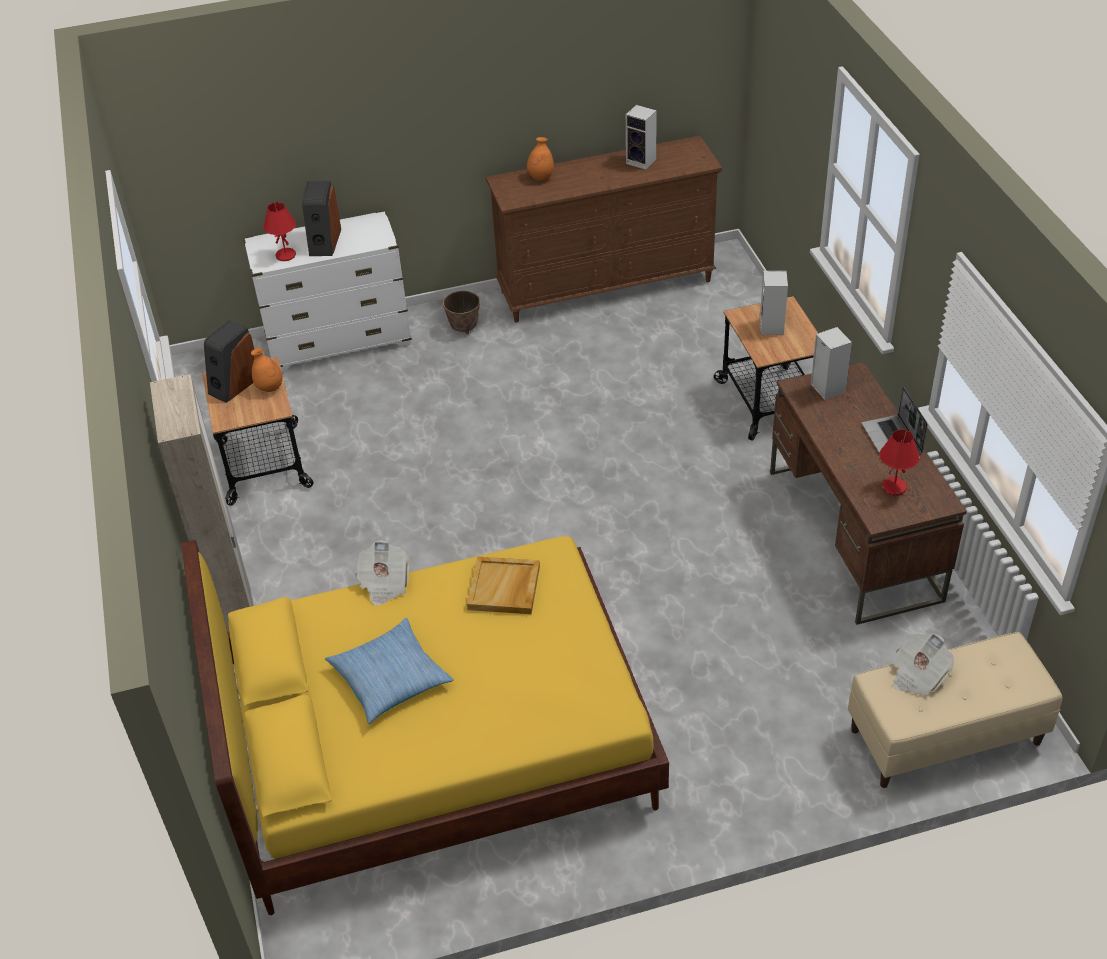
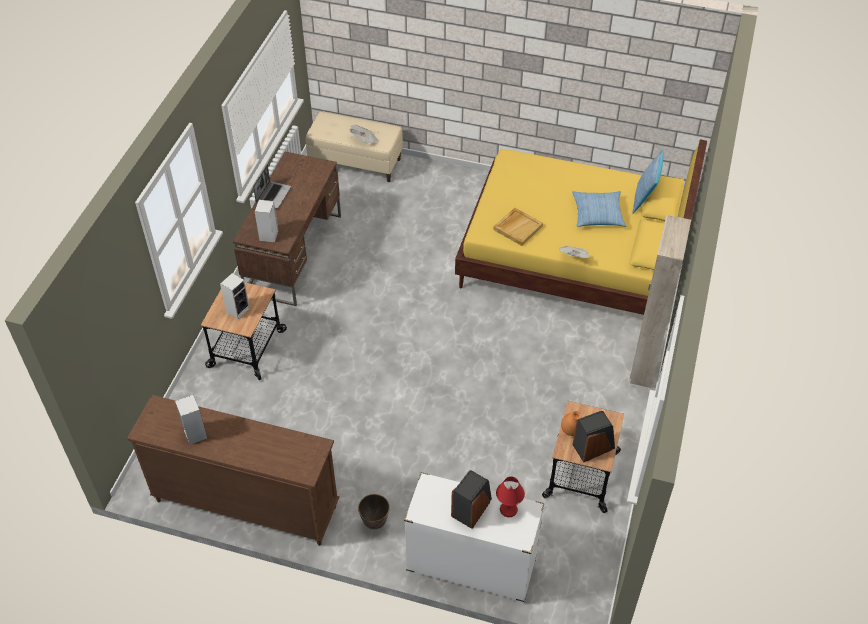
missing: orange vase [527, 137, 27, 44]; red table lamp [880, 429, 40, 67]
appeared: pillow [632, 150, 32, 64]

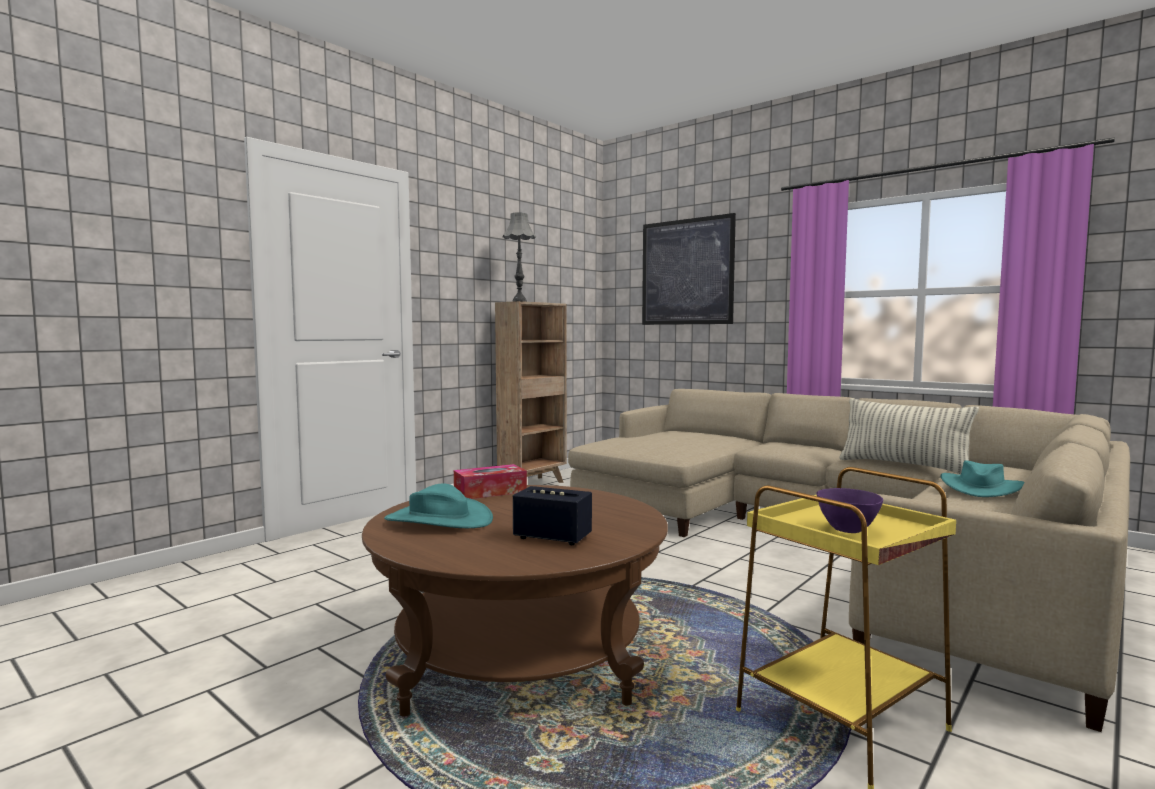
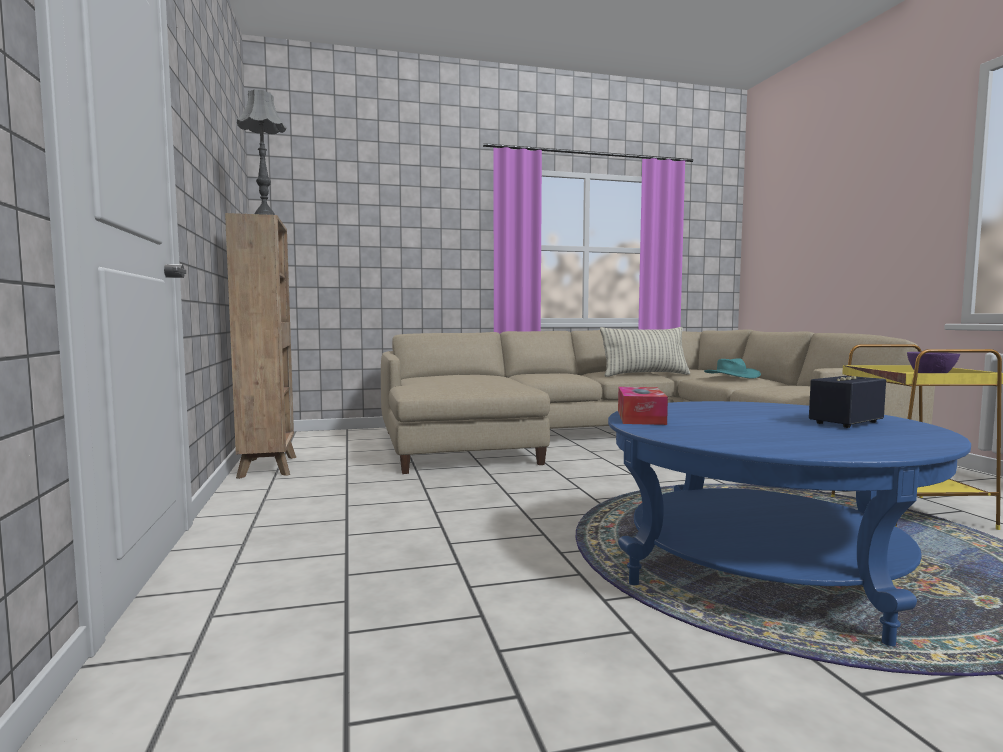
missing: turquoise hat [384, 483, 109, 45]; picture [642, 213, 94, 112]
colour: brown coffee table [362, 485, 306, 231] to blue coffee table [608, 401, 363, 245]

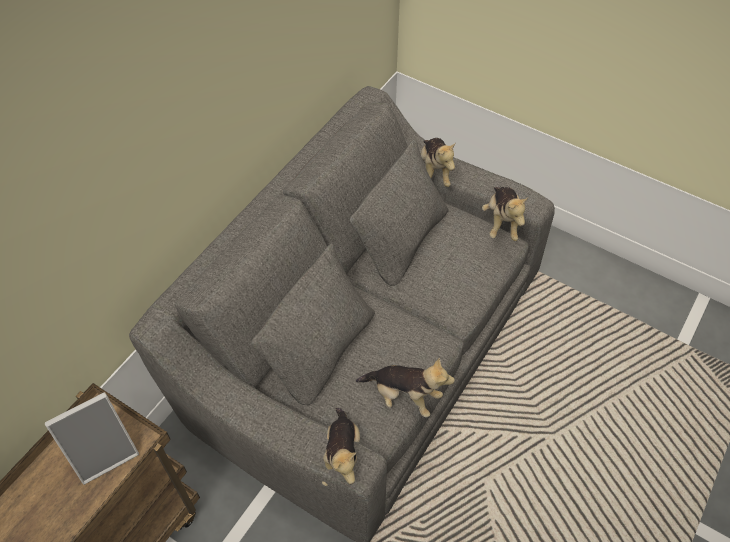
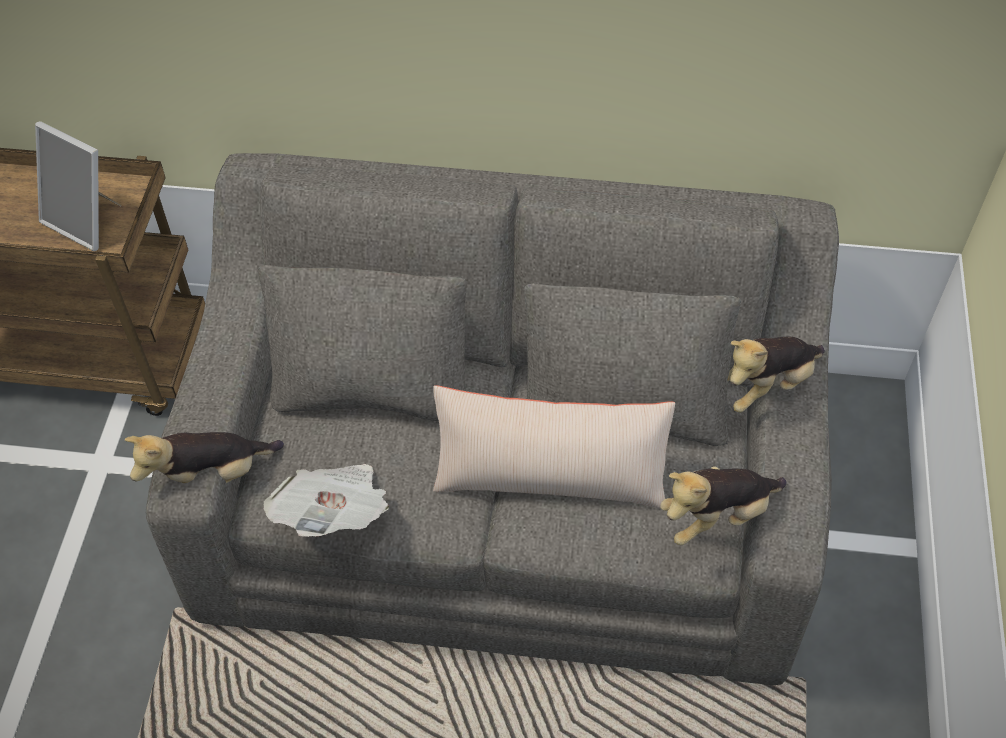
appeared: beige pillow [433, 385, 242, 124]
exchanged: plush toy [356, 358, 99, 60] to newspaper [263, 464, 126, 73]

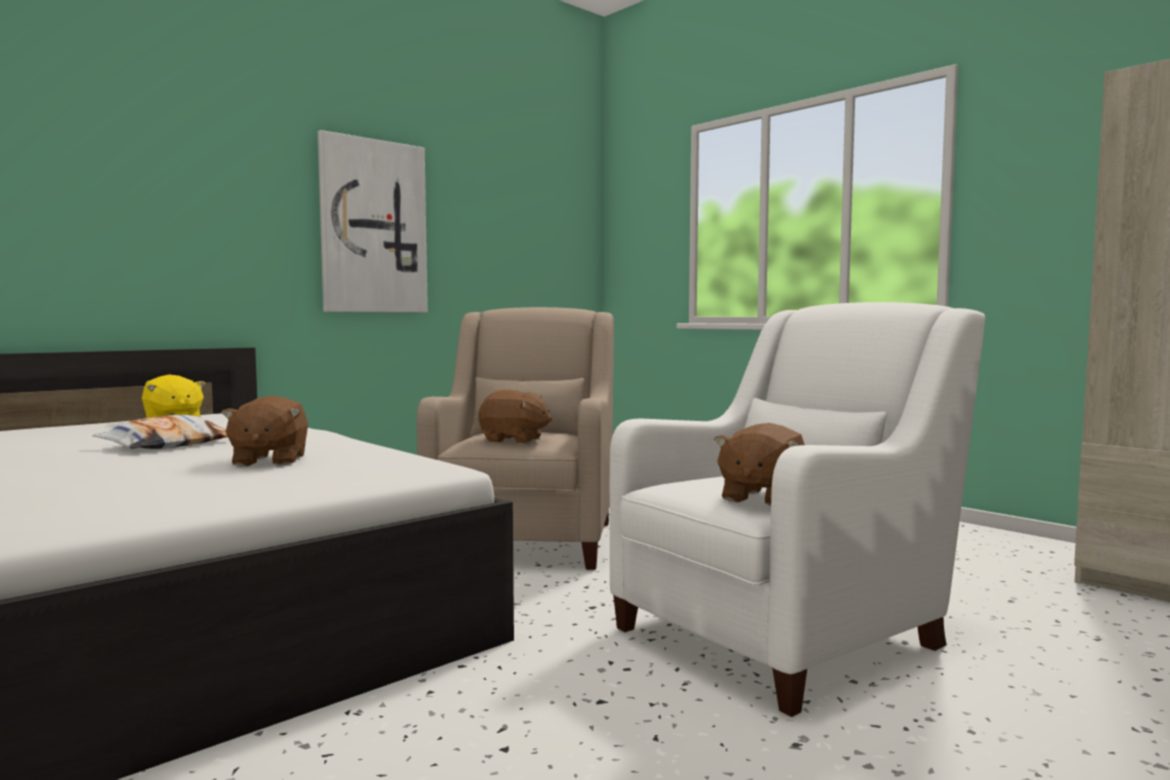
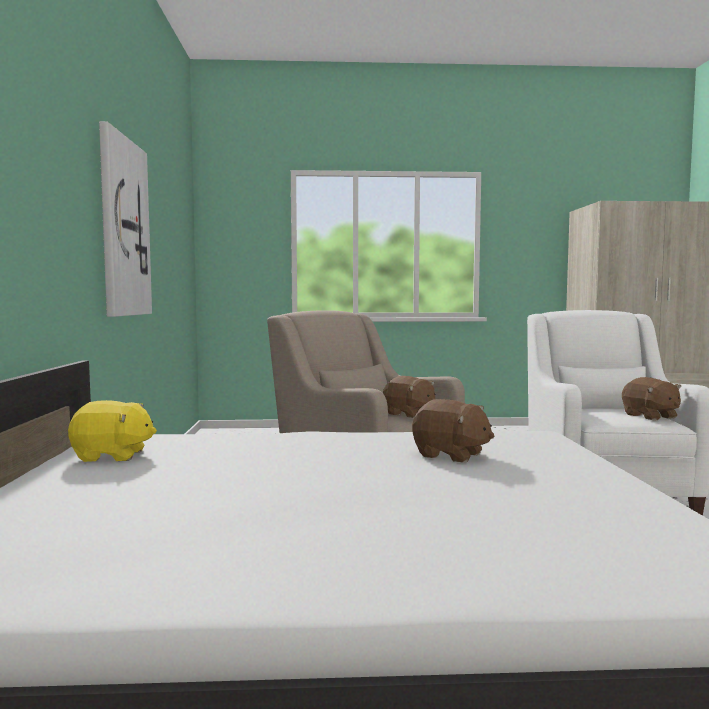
missing: pillow [92, 415, 136, 34]
spun: brown plush toy [478, 390, 74, 54] = [383, 376, 53, 42] 75 degrees clockwise

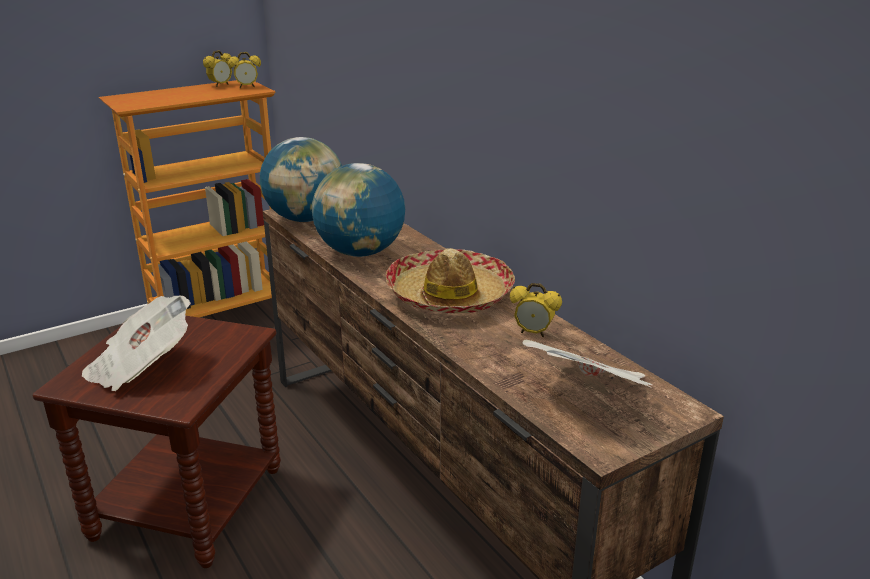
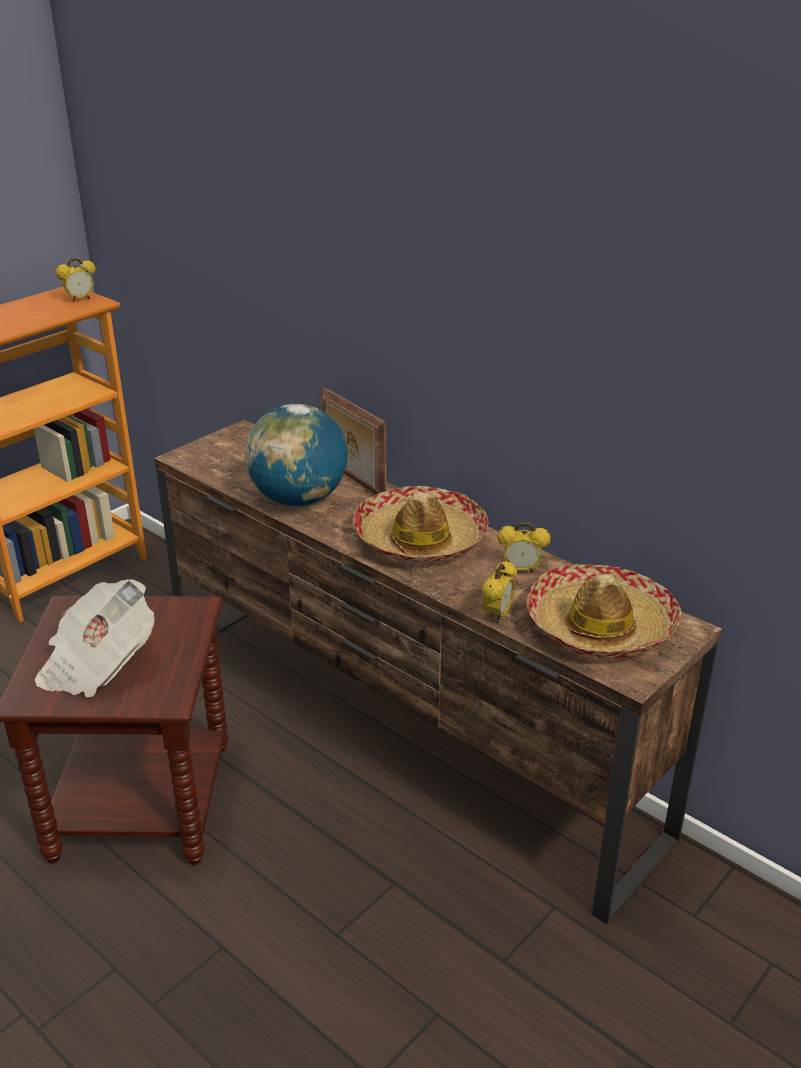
missing: globe [260, 137, 82, 85]
appeared: picture frame [321, 386, 66, 109]
relocated: alarm clock [203, 50, 29, 37] to [481, 561, 36, 62]
exchanged: newspaper [523, 339, 129, 49] to hat [527, 564, 155, 94]

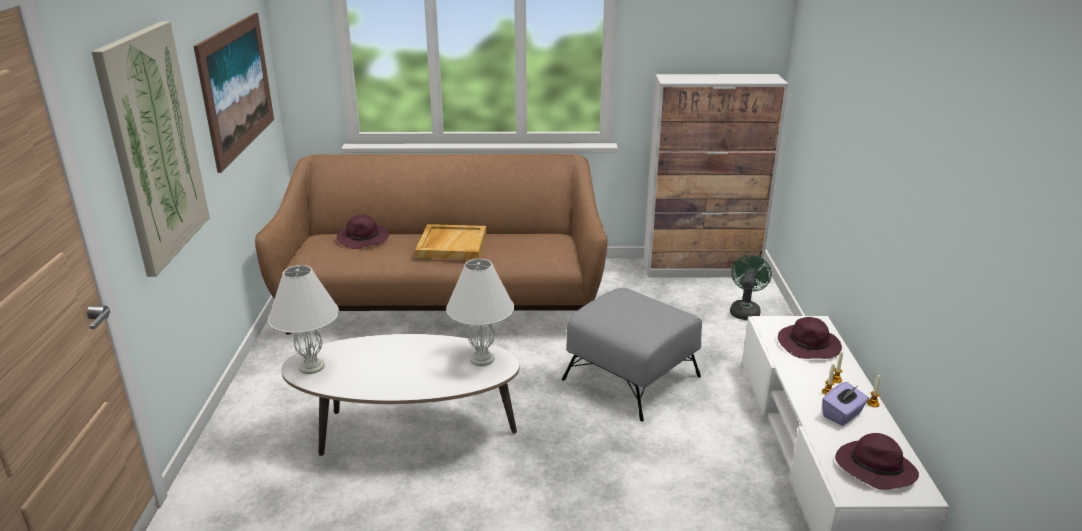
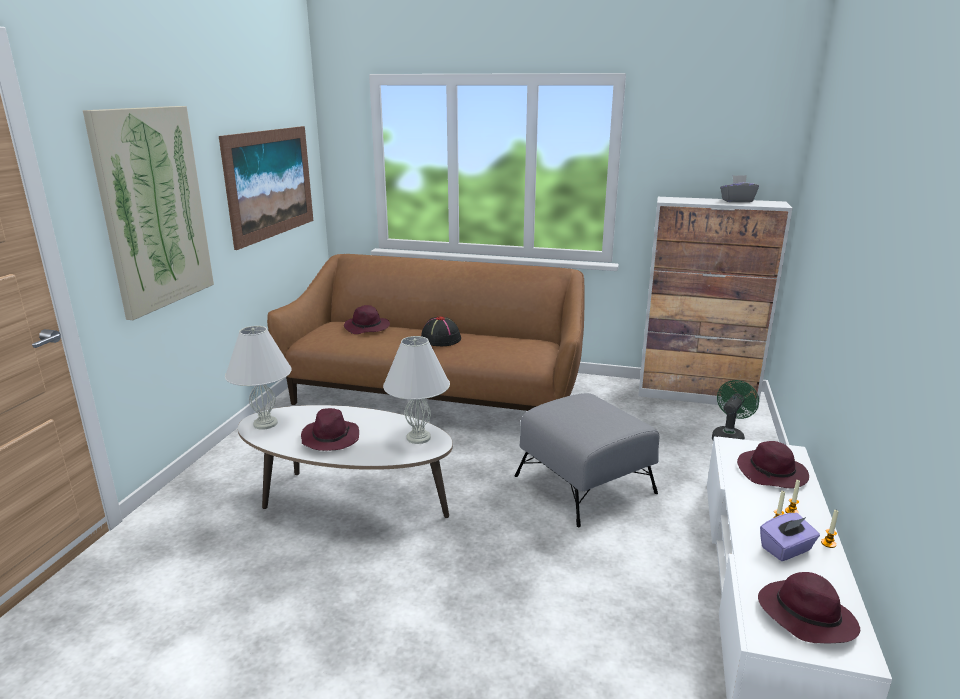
appeared: purple hat [301, 408, 58, 43]; grey tissue box [720, 175, 39, 27]
exchanged: beige tray [415, 224, 72, 36] to black hat [421, 316, 40, 30]

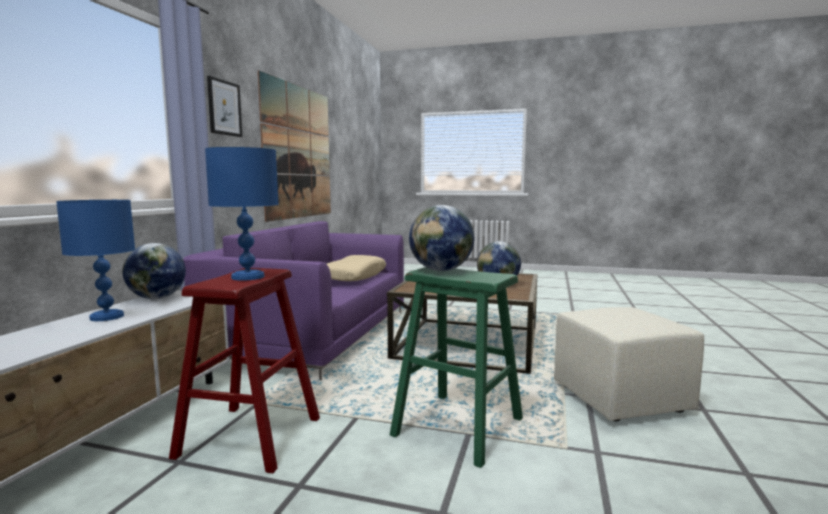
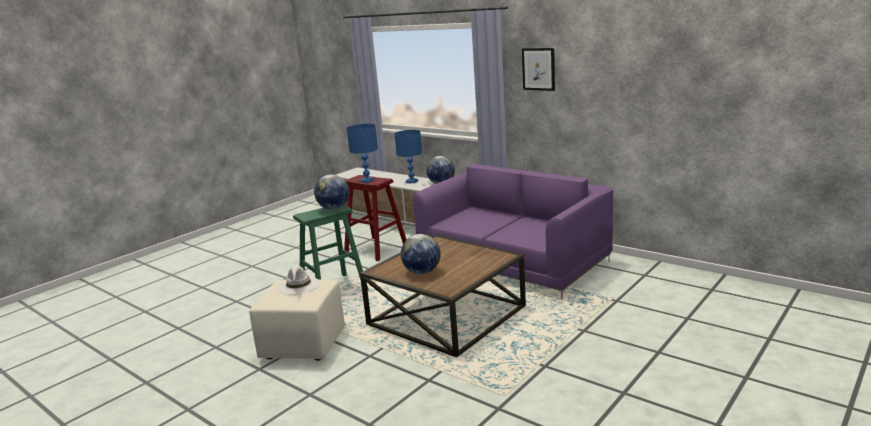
missing: picture [258, 70, 73, 152]; beige pillow [327, 255, 59, 26]
appeared: white hat [278, 265, 42, 30]

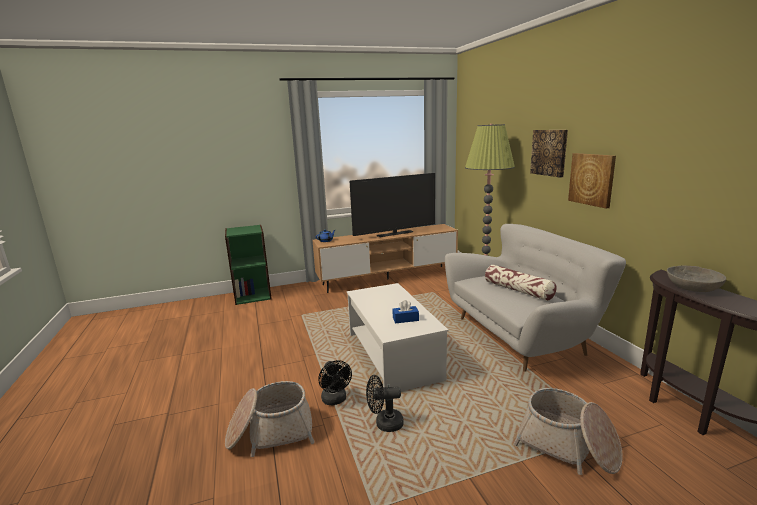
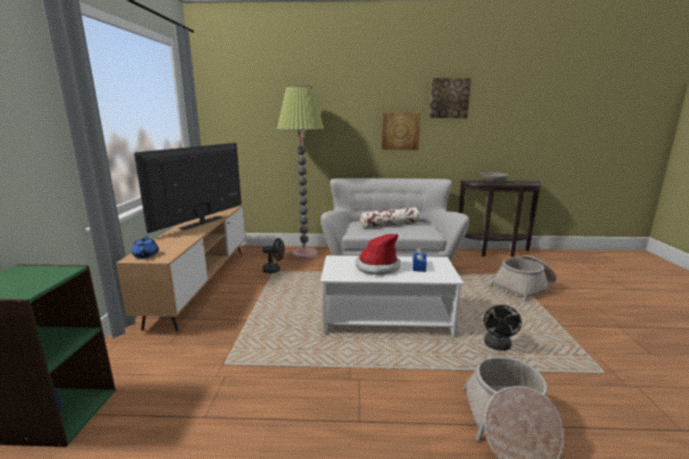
appeared: hat [355, 234, 46, 41]
relocated: black fan [318, 360, 34, 45] to [262, 238, 23, 35]; picture [530, 130, 38, 48] to [429, 78, 42, 40]
spun: television [350, 173, 85, 64] = [134, 143, 108, 90] 150 degrees counterclockwise

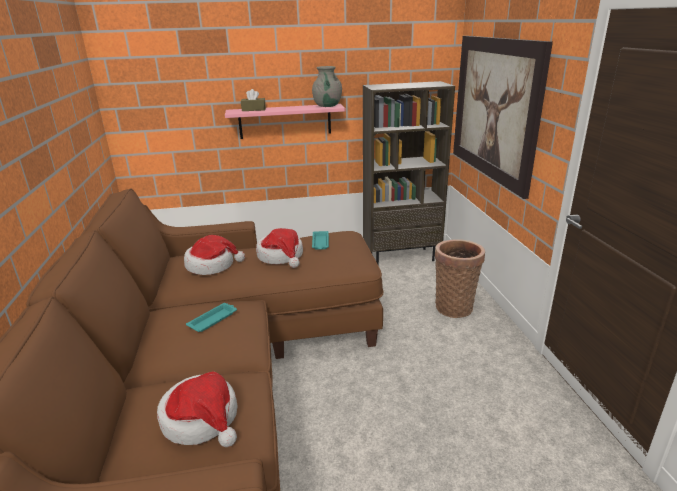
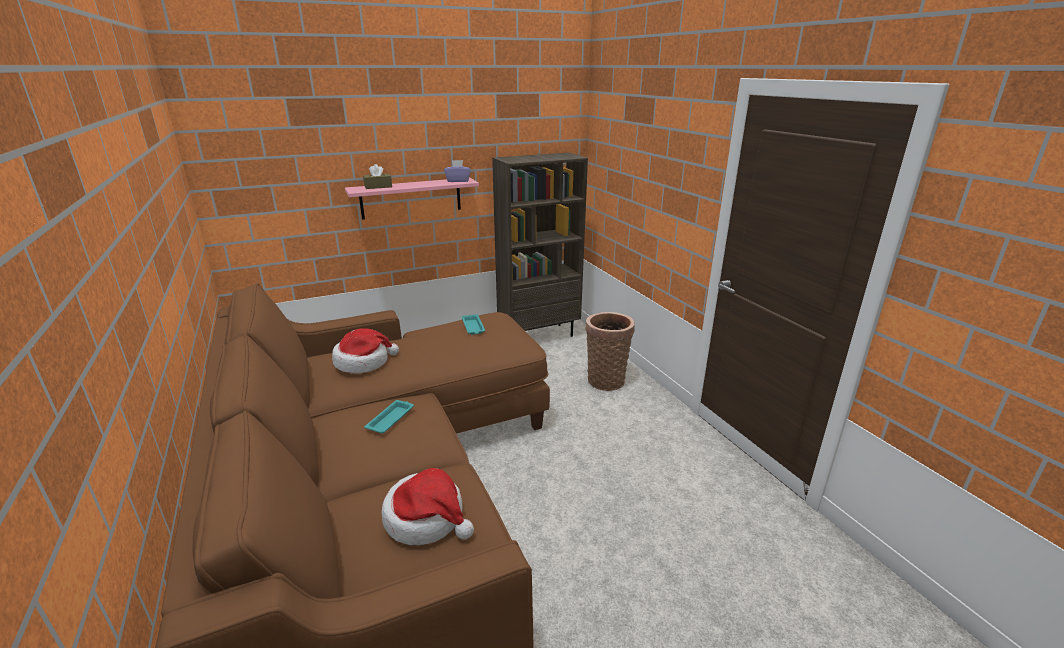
missing: hat [256, 228, 47, 40]; picture [453, 36, 100, 163]
exchanged: grey vase [312, 66, 30, 41] to purple tissue box [444, 160, 27, 22]

